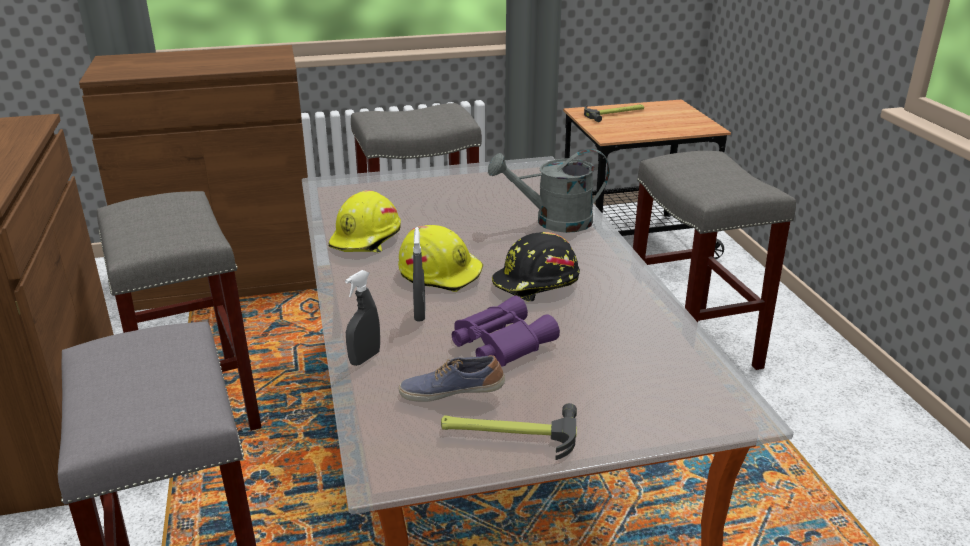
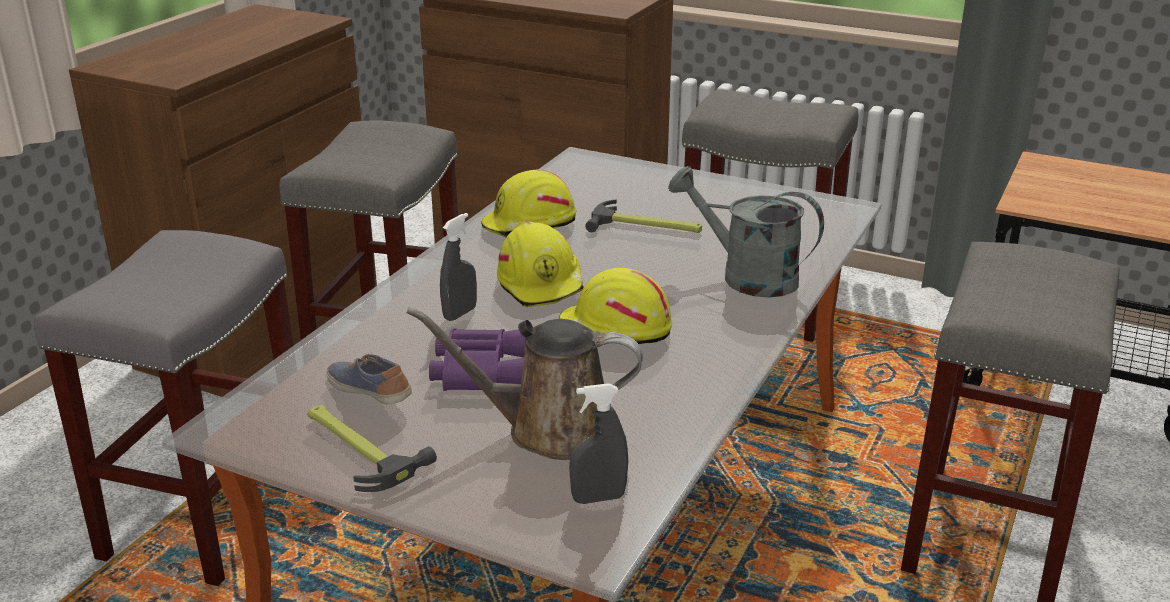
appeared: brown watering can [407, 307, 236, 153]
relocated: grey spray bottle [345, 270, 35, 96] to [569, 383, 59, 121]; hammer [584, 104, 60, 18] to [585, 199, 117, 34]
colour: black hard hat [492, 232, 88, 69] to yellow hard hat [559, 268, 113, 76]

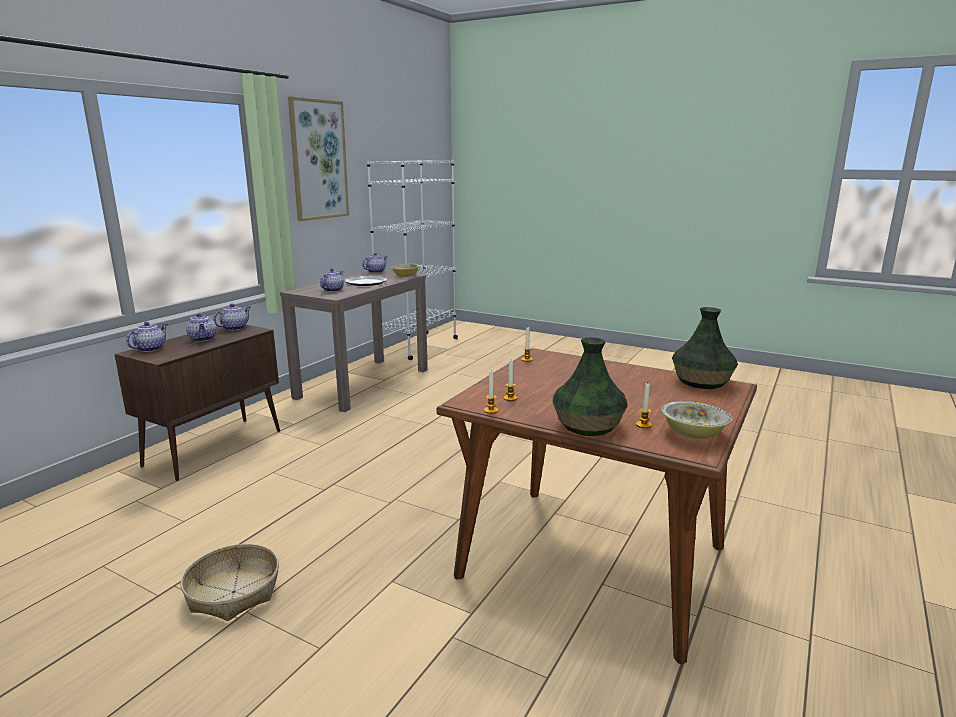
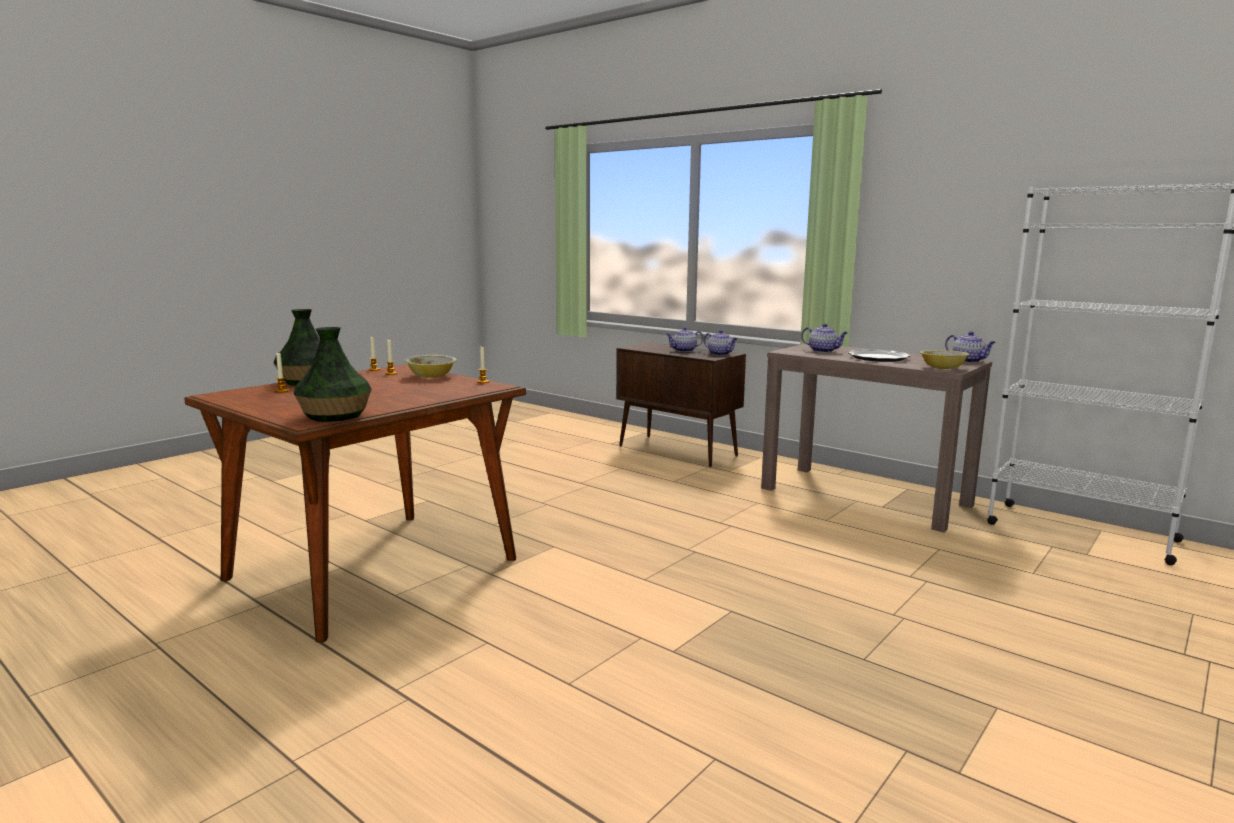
missing: teapot [126, 322, 41, 30]; basket [181, 544, 98, 77]; picture [288, 96, 61, 125]
relocated: bowl [661, 401, 71, 38] to [404, 355, 53, 23]

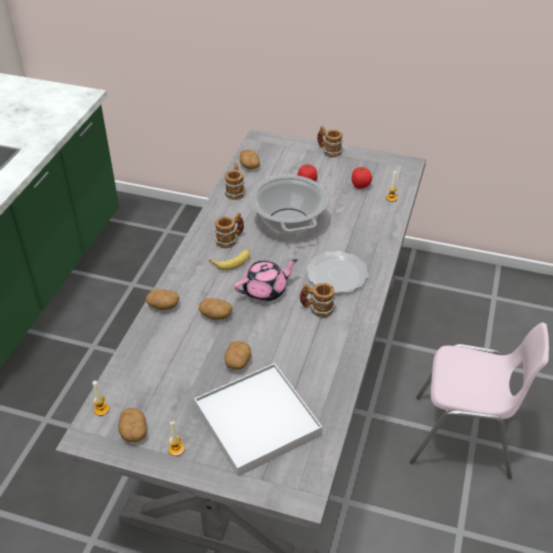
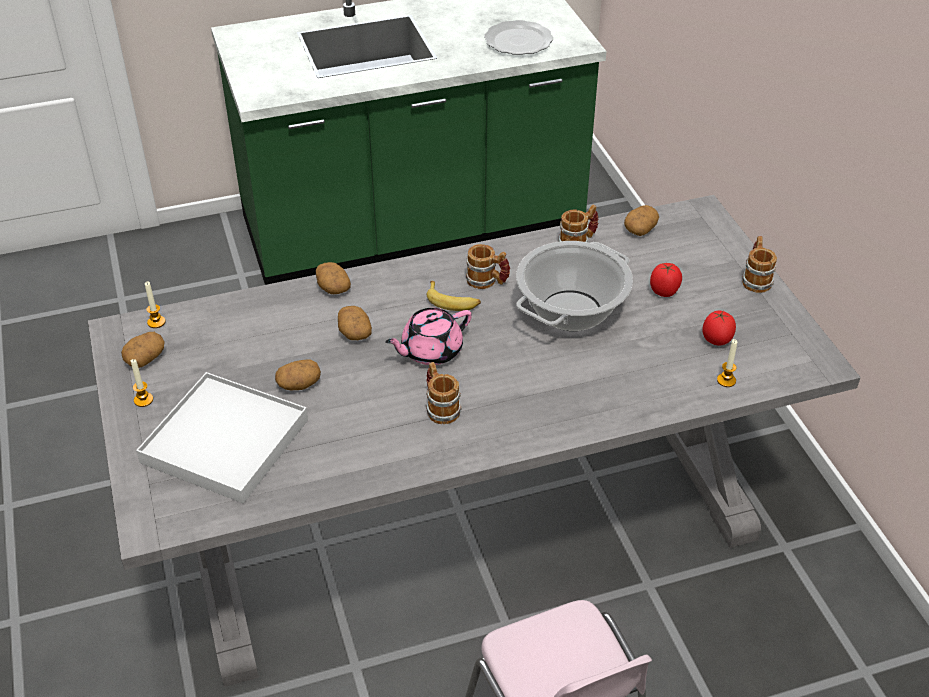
relocated: plate [306, 251, 62, 42] to [484, 20, 69, 35]
spun: pink teapot [234, 259, 64, 43] = [385, 308, 87, 57] 120 degrees clockwise

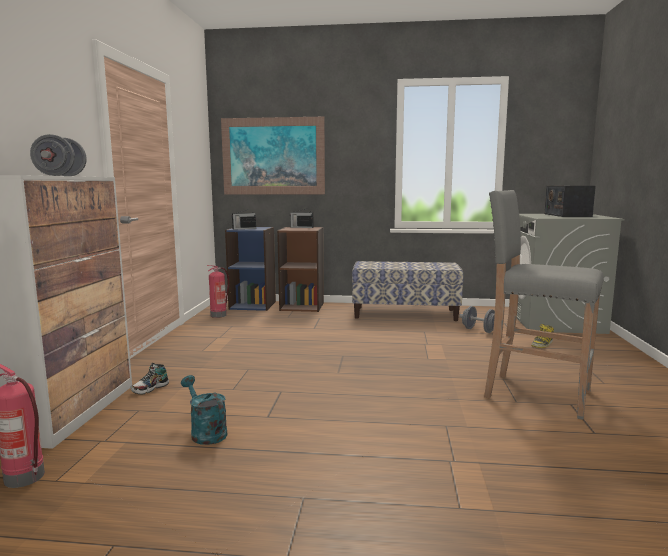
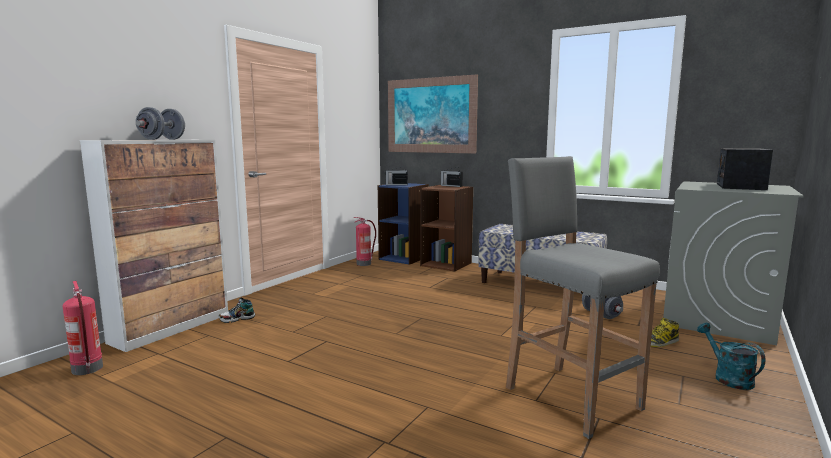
relocated: turquoise watering can [181, 375, 47, 70] to [697, 323, 68, 67]

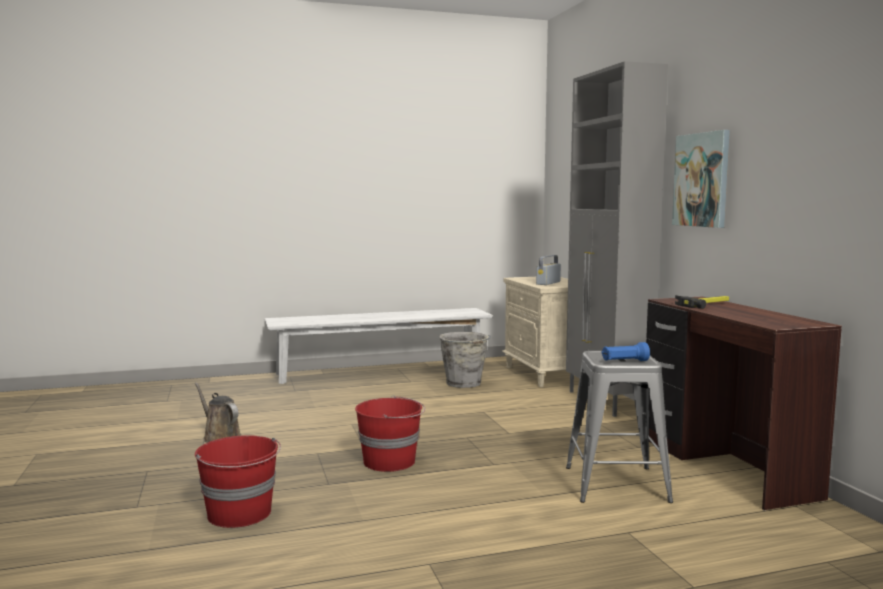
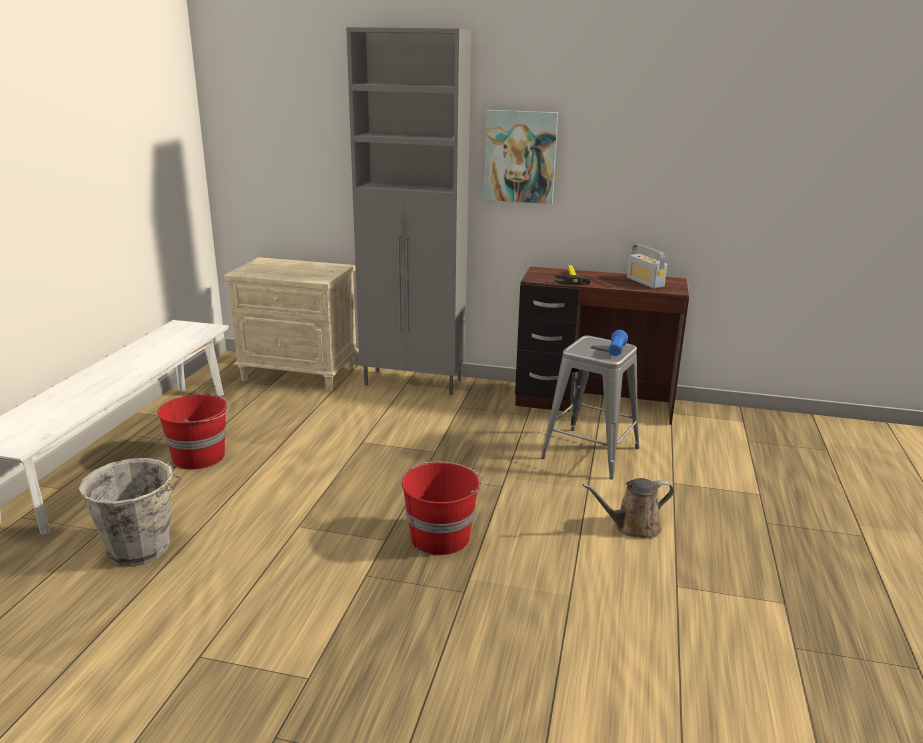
relocated: brown watering can [195, 382, 46, 61] to [583, 478, 91, 61]; red bucket [195, 435, 86, 93] to [158, 392, 72, 78]; grey bucket [439, 332, 52, 56] to [79, 458, 103, 109]; radio [536, 255, 25, 30] to [627, 244, 40, 45]

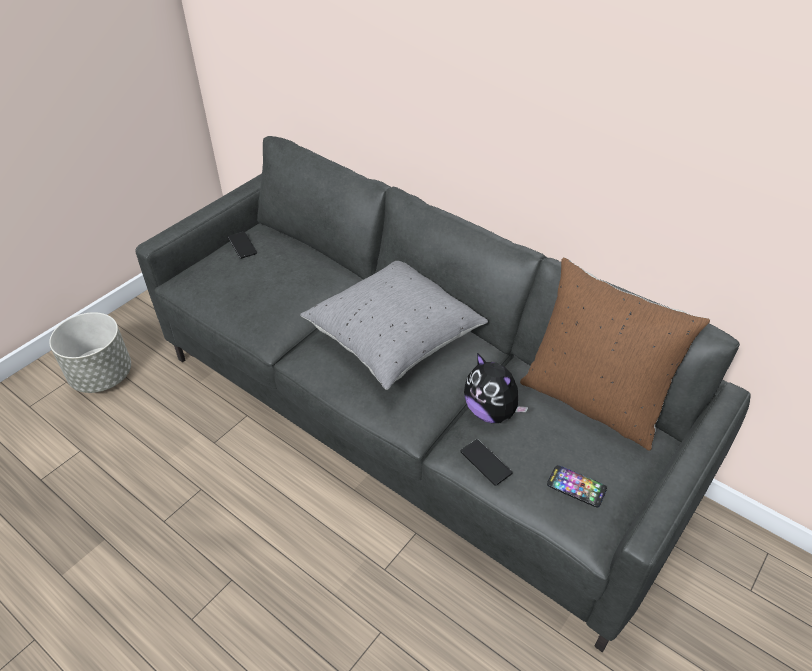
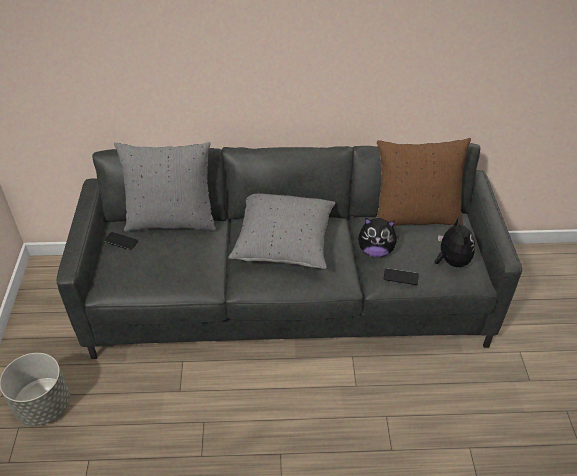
appeared: grey pillow [114, 142, 102, 90]
exchanged: phone [547, 465, 60, 43] to plush toy [435, 217, 40, 50]

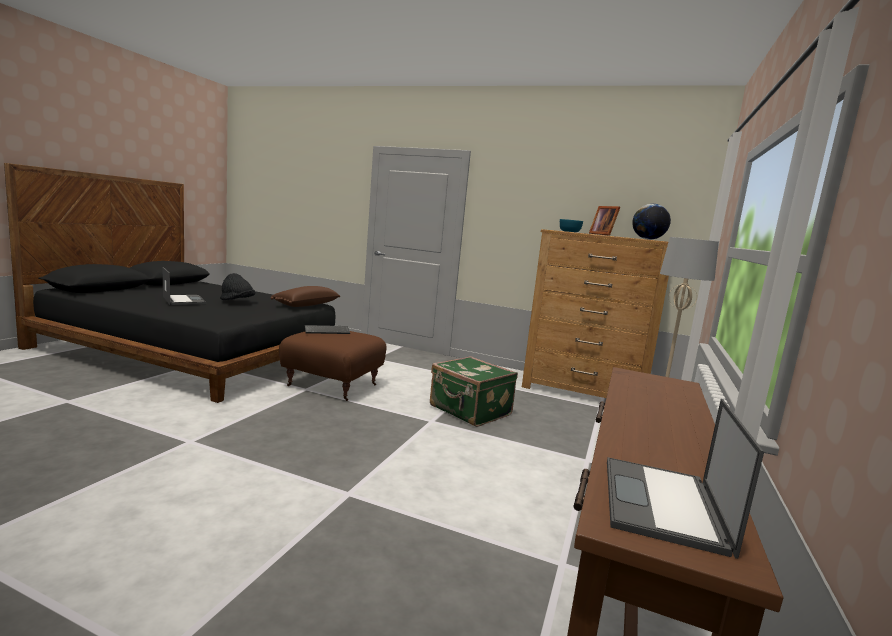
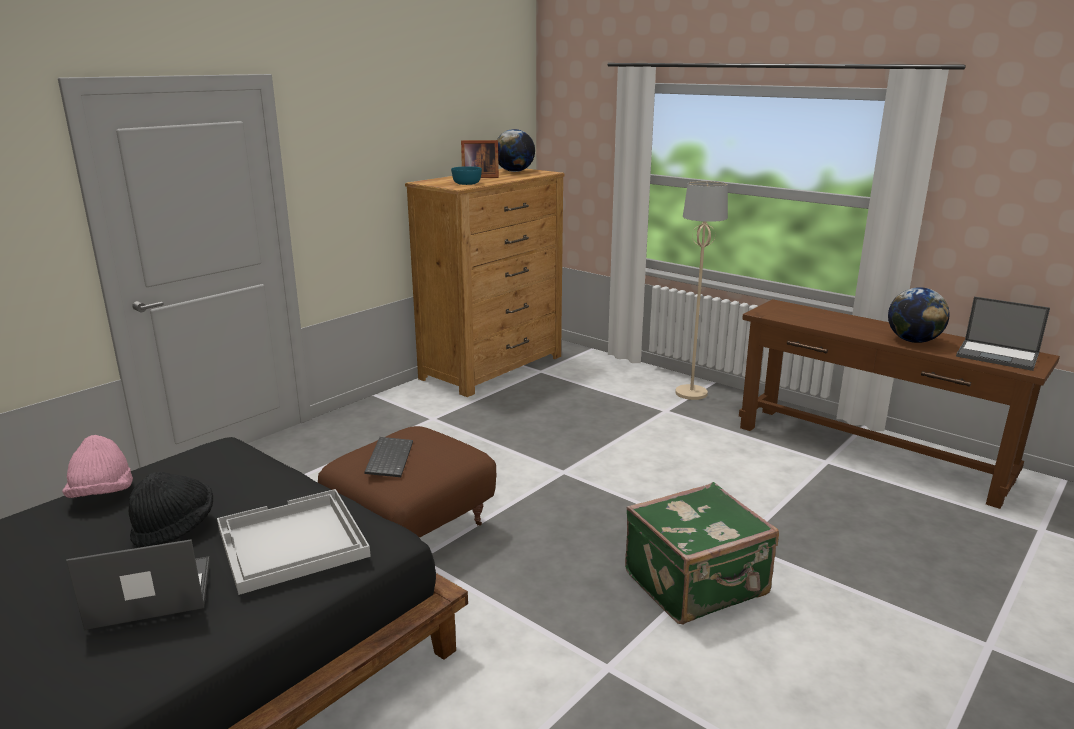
missing: brown pillow [271, 286, 69, 21]
appeared: pink hat [62, 435, 71, 63]; white tray [217, 489, 154, 106]; globe [888, 287, 62, 56]
relocated: green suitcase [430, 356, 88, 71] to [625, 482, 154, 142]

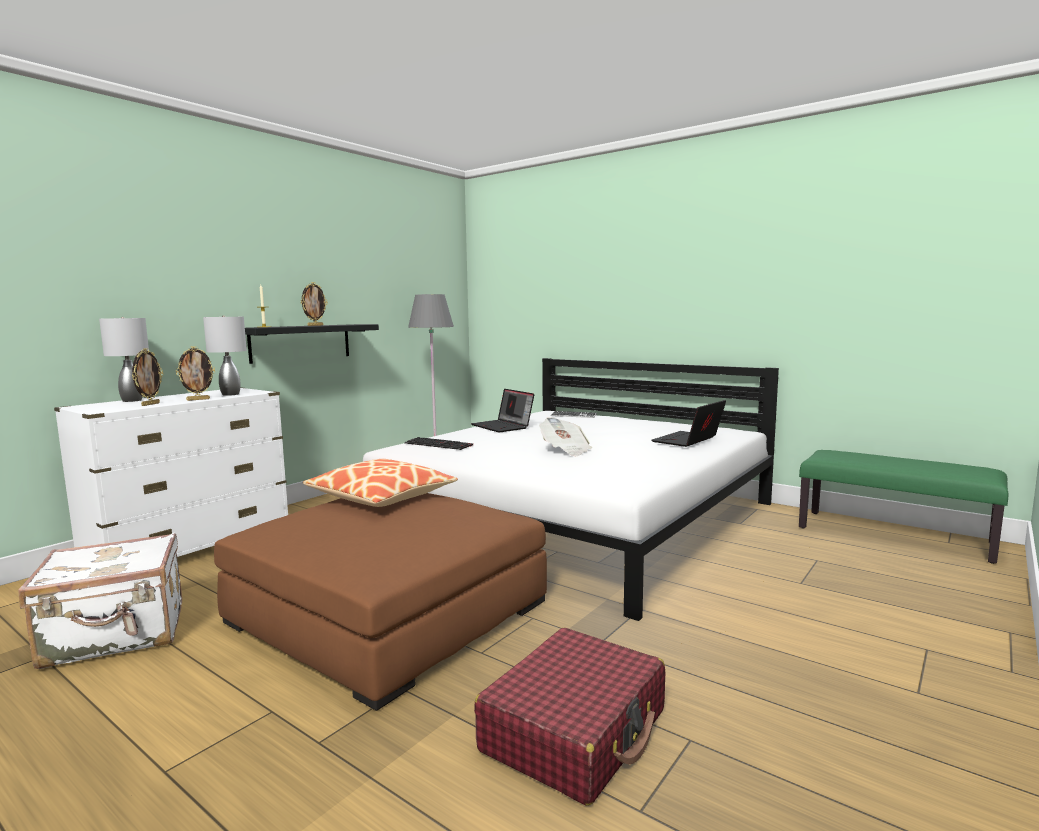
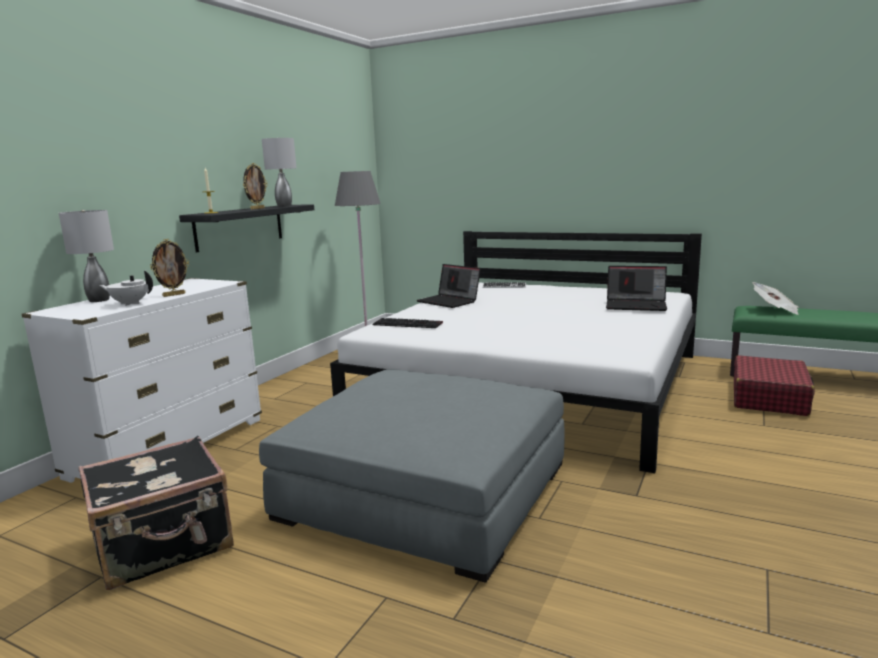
missing: pillow [303, 459, 155, 48]
relocated: grey table lamp [203, 315, 44, 81] to [262, 138, 34, 69]; red suitcase [474, 628, 192, 178] to [734, 355, 81, 61]; newspaper [539, 417, 53, 39] to [752, 282, 47, 33]
exchanged: picture frame [132, 348, 32, 58] to white teapot [99, 271, 54, 35]
colour: white suitcase [18, 533, 164, 136] to black suitcase [78, 436, 156, 154]; brown ottoman [214, 493, 333, 218] to grey ottoman [259, 369, 305, 214]
spun: laptop [652, 400, 74, 47] = [606, 266, 61, 45] 105 degrees counterclockwise

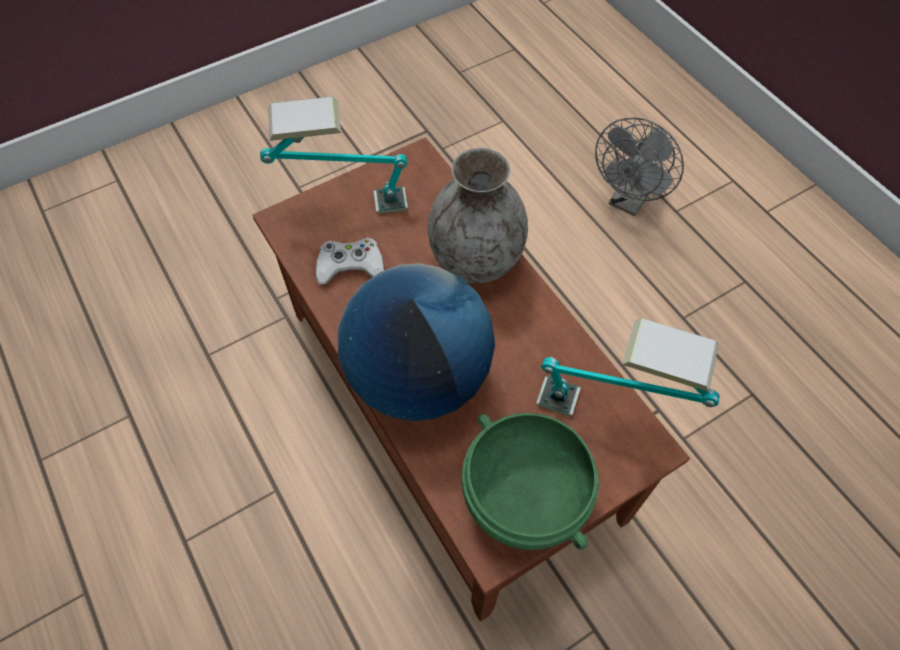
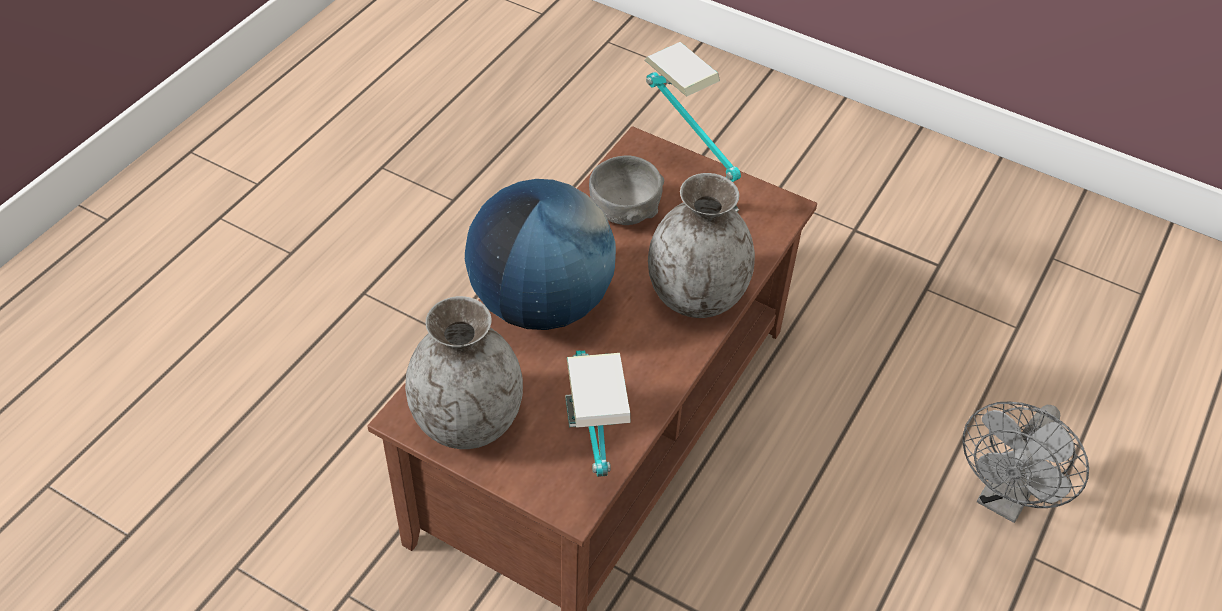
exchanged: white game controller [316, 238, 68, 46] to grey bowl [589, 156, 75, 69]; green bowl [462, 413, 137, 137] to grey vase [405, 296, 118, 153]
spun: grey fan [595, 117, 89, 99] = [963, 402, 126, 121] 60 degrees counterclockwise

